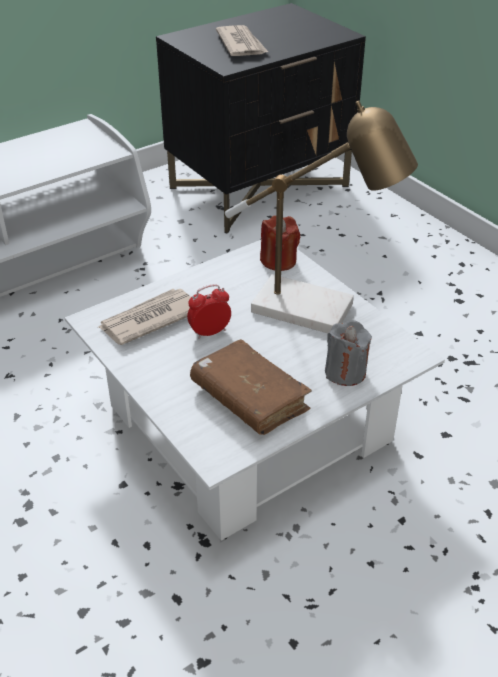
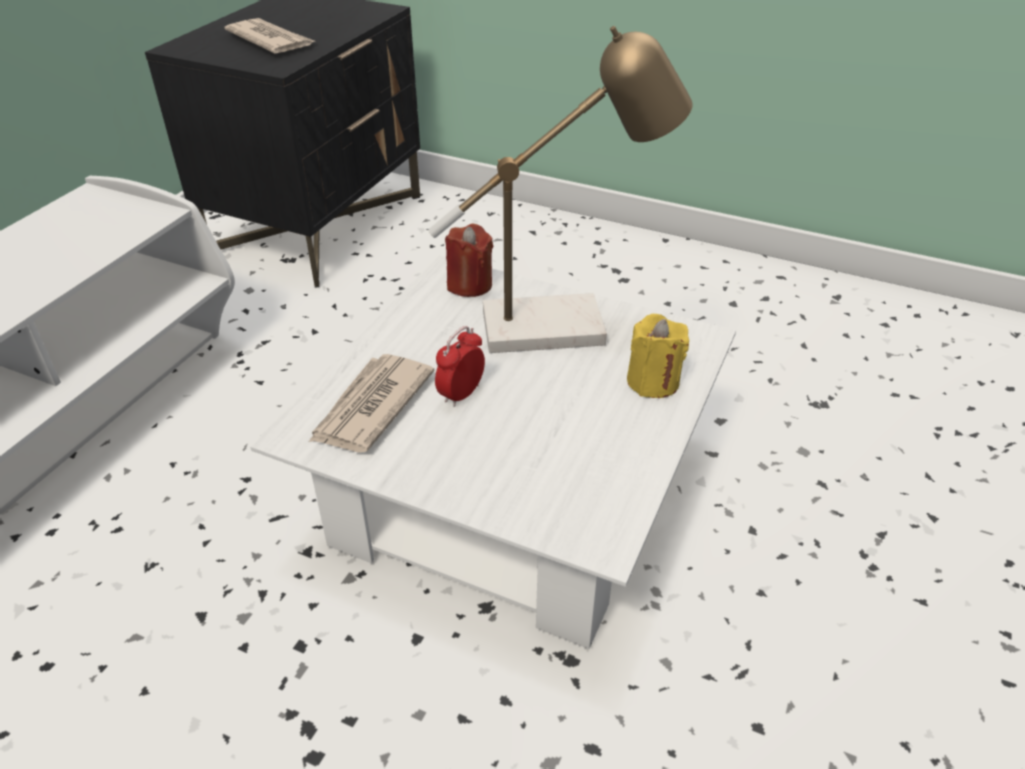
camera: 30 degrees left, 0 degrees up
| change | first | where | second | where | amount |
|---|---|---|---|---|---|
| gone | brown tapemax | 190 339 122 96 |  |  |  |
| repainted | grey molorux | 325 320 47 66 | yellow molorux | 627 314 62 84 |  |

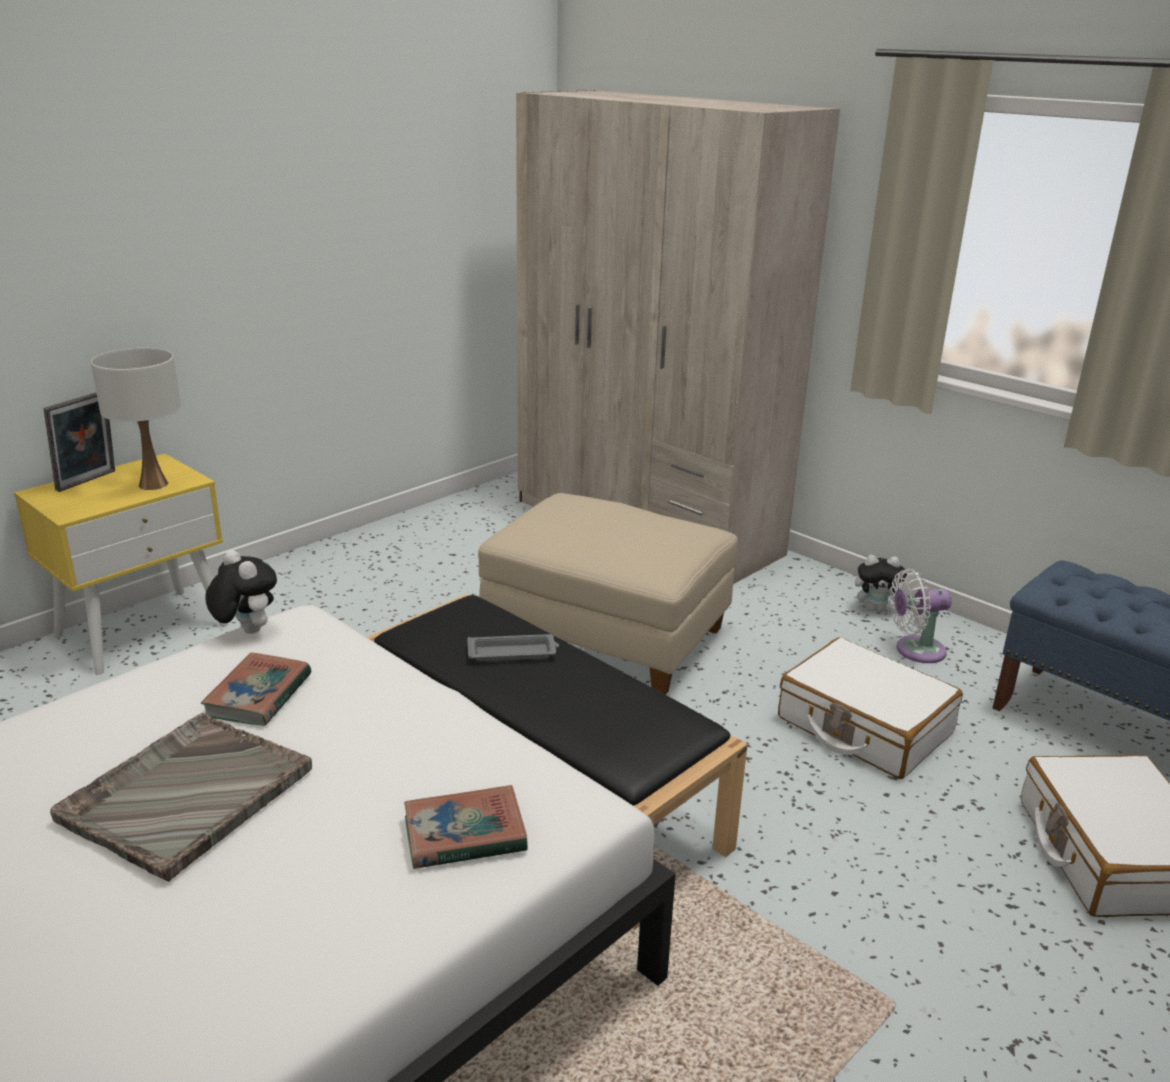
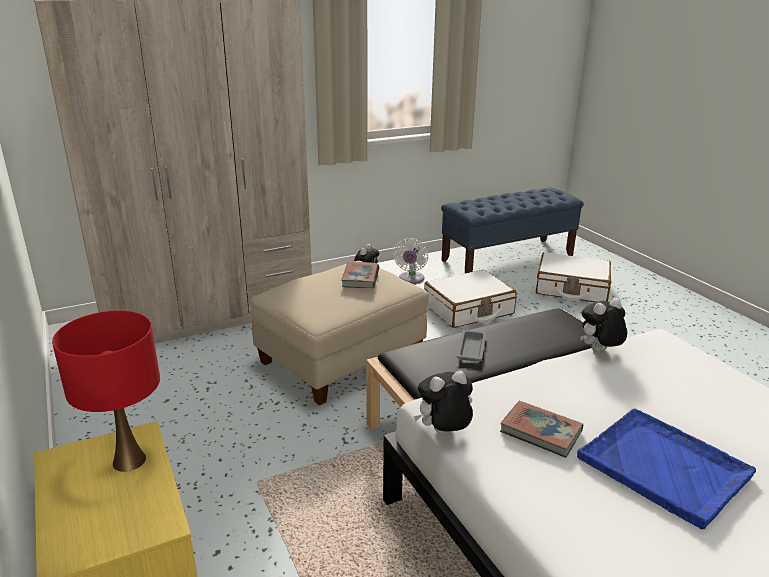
camera: 70 degrees left, 0 degrees up
| change | first | where | second | where | amount |
|---|---|---|---|---|---|
| gone | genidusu | 44 393 71 99 |  |  |  |
| new |  |  | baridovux | 580 298 47 53 |  |
| shifted | tapemax | 404 785 124 84 |  | 341 261 38 27 |  |
| repainted | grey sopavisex | 50 713 262 169 | blue sopavisex | 577 409 179 120 |  |
| repainted | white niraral | 91 348 90 142 | red niraral | 52 311 108 161 |  |

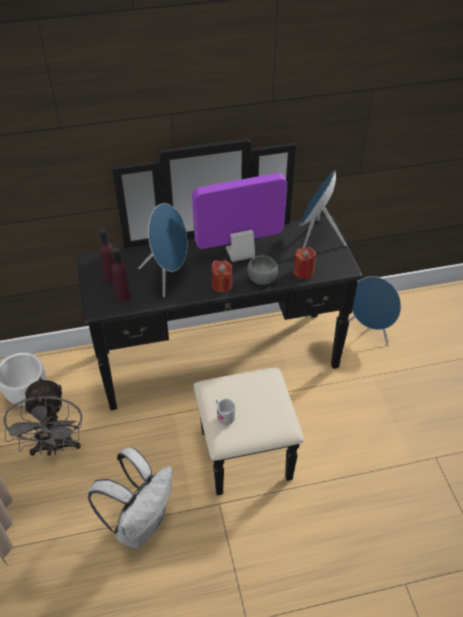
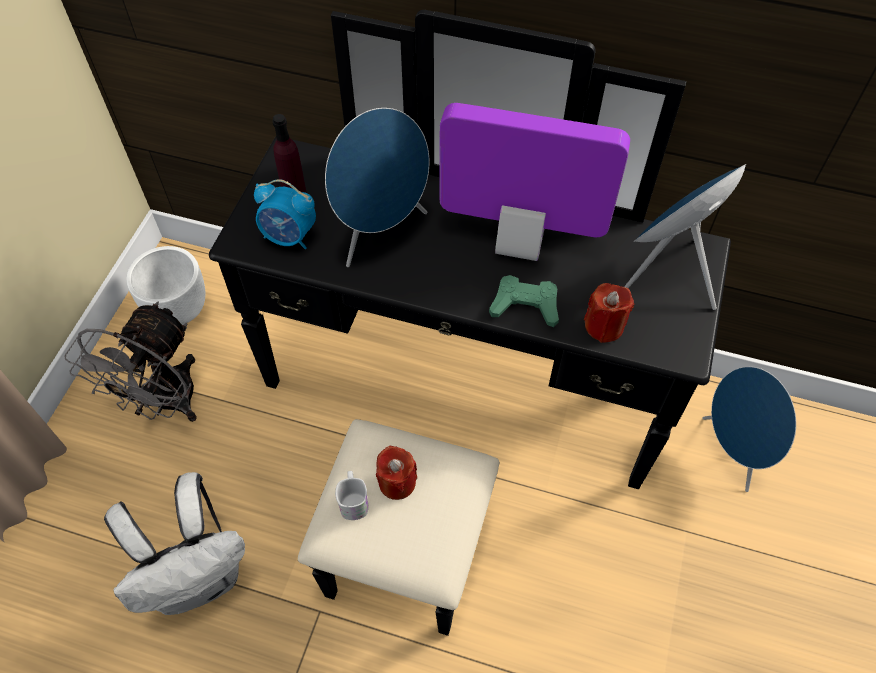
camera: 30 degrees right, 10 degrees up
| change | first | where | second | where | amount |
|---|---|---|---|---|---|
| shifted | red molorux | 211 260 21 33 |  | 376 446 41 54 |  |
| swapped | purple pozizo | 111 247 19 54 | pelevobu | 254 179 62 70 |  |
| swapped | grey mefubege | 247 255 31 30 | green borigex | 489 275 70 52 |  |

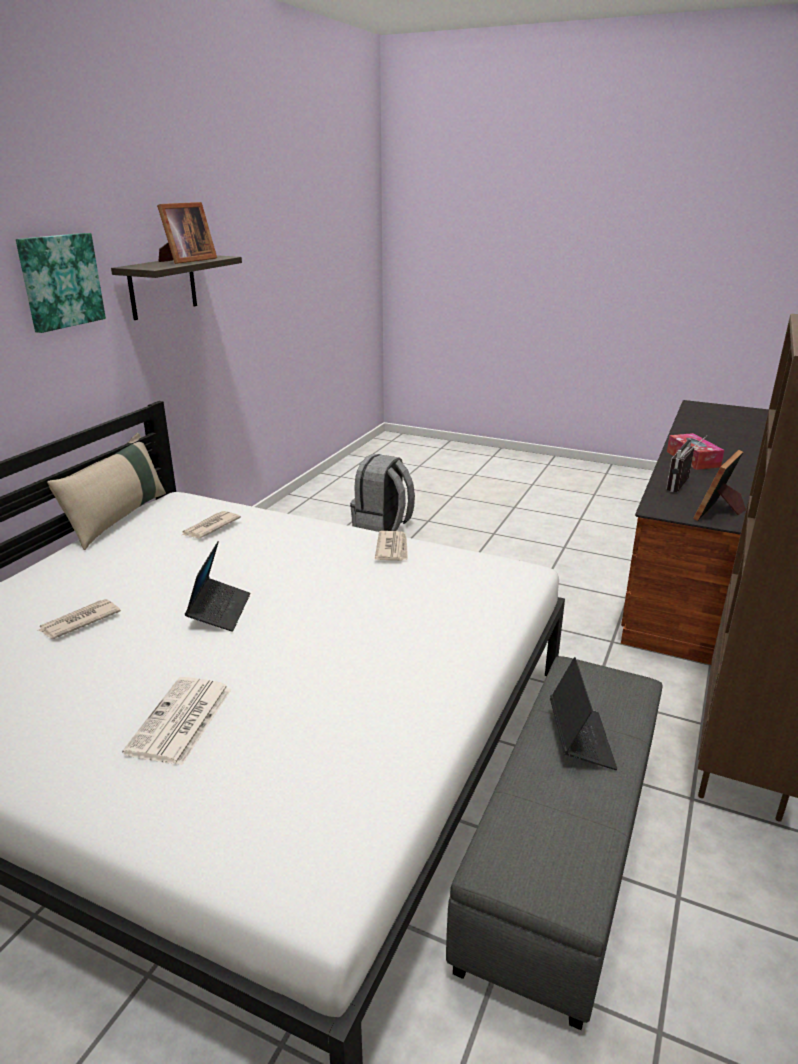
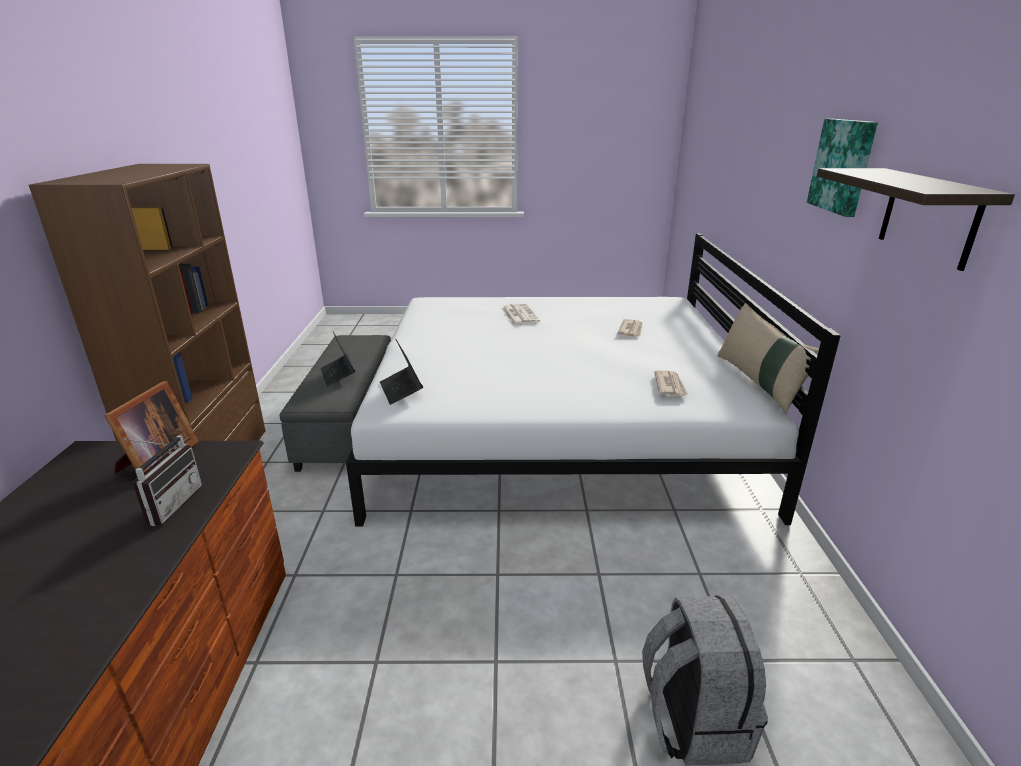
camera: 155 degrees right, 0 degrees up
| change | first | where | second | where | amount |
|---|---|---|---|---|---|
| gone | genidusu | 157 202 60 62 |  |  |  |
| gone | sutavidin | 375 531 33 30 |  |  |  |
| gone | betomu | 667 433 57 37 |  |  |  |
| shifted | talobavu | 185 541 65 91 |  | 380 340 43 65 |  |

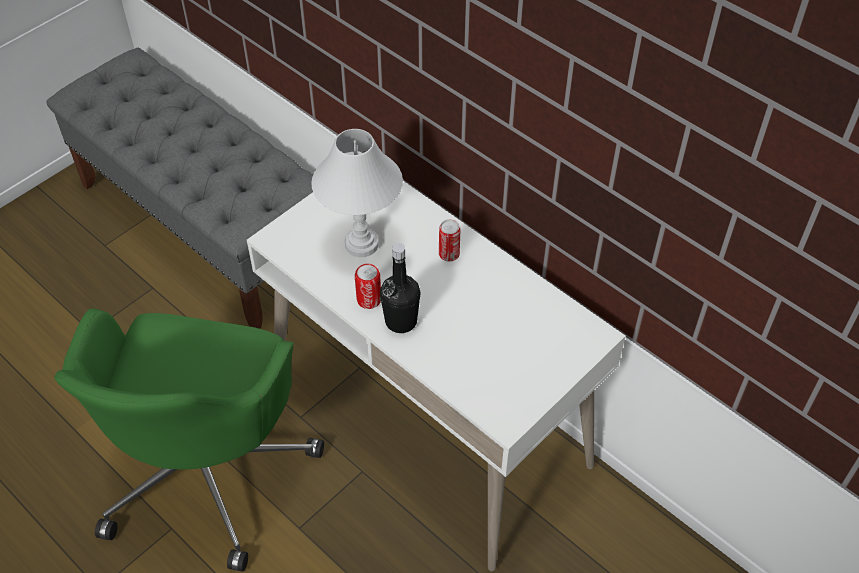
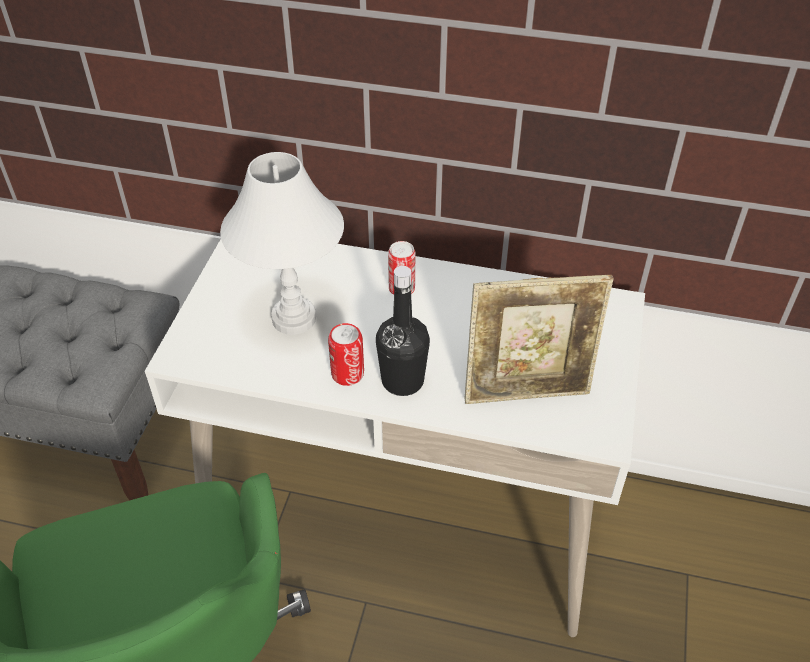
camera: 30 degrees left, 5 degrees down
| change | first | where | second | where | amount |
|---|---|---|---|---|---|
| new |  |  | genidusu | 464 275 149 129 |  |

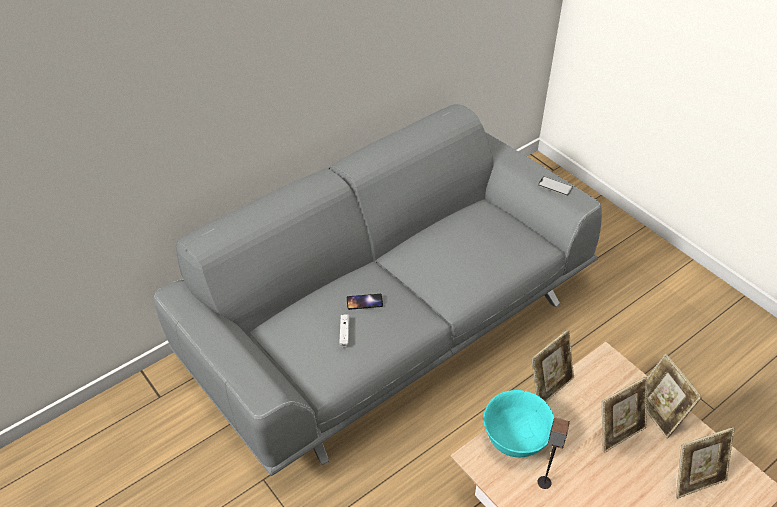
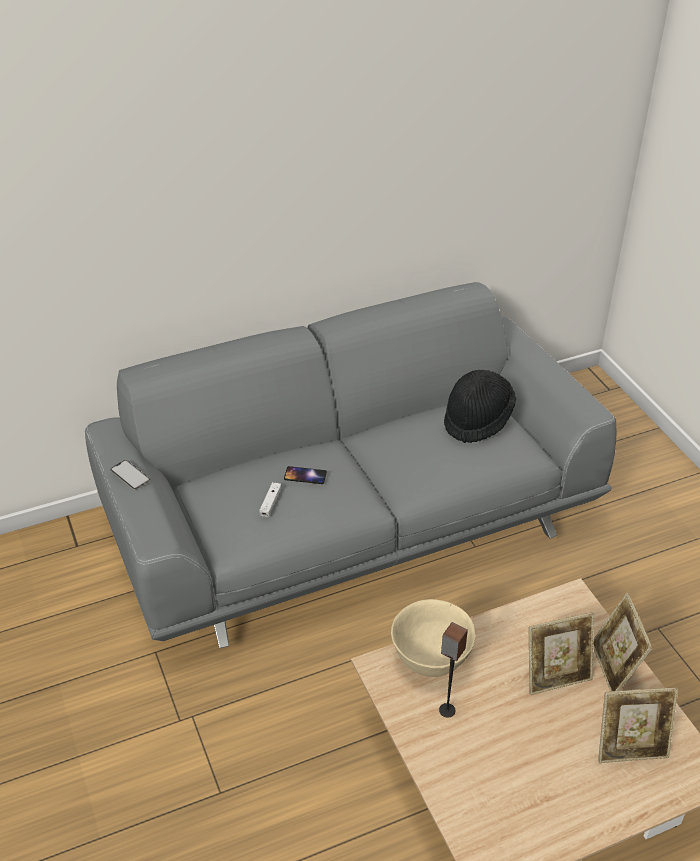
camera: 15 degrees right, 5 degrees down
| change | first | where | second | where | amount |
|---|---|---|---|---|---|
| gone | genidusu | 531 329 43 73 |  |  |  |
| new |  |  | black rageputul | 444 370 72 73 |  |
| shifted | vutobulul | 538 176 35 20 |  | 110 460 40 30 |  |
| repainted | turquoise mefubege | 483 390 71 68 | beige mefubege | 391 599 84 78 |  |

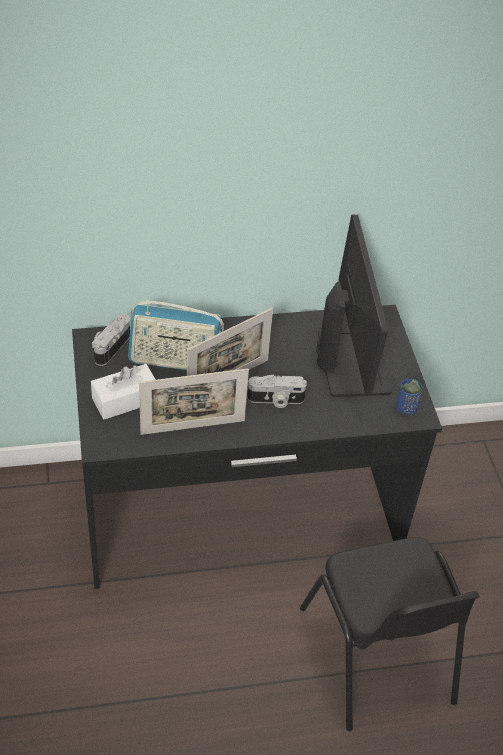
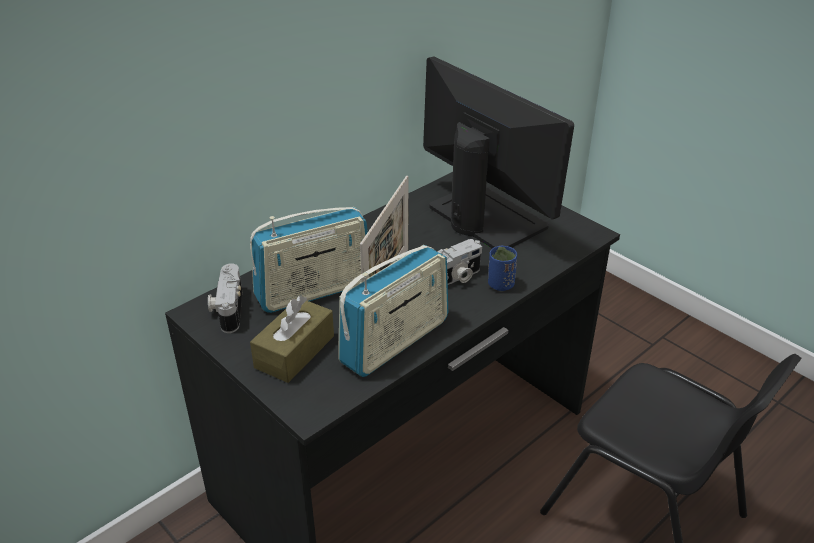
camera: 30 degrees left, 10 degrees down
| change | first | where | second | where | amount |
|---|---|---|---|---|---|
| shifted | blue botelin | 396 379 27 35 |  | 488 246 29 45 |  |
| swapped | genidusu | 139 368 110 67 | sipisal | 339 245 109 132 |  |
| repainted | white betomu | 91 364 65 55 | brown betomu | 250 295 84 88 |  |

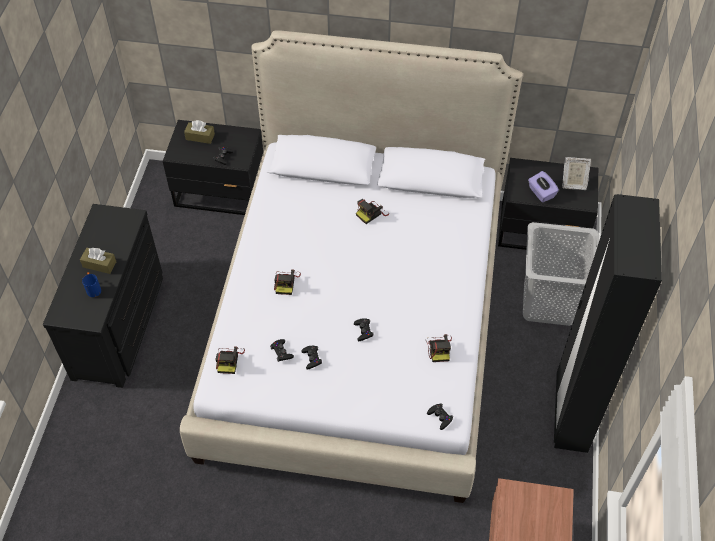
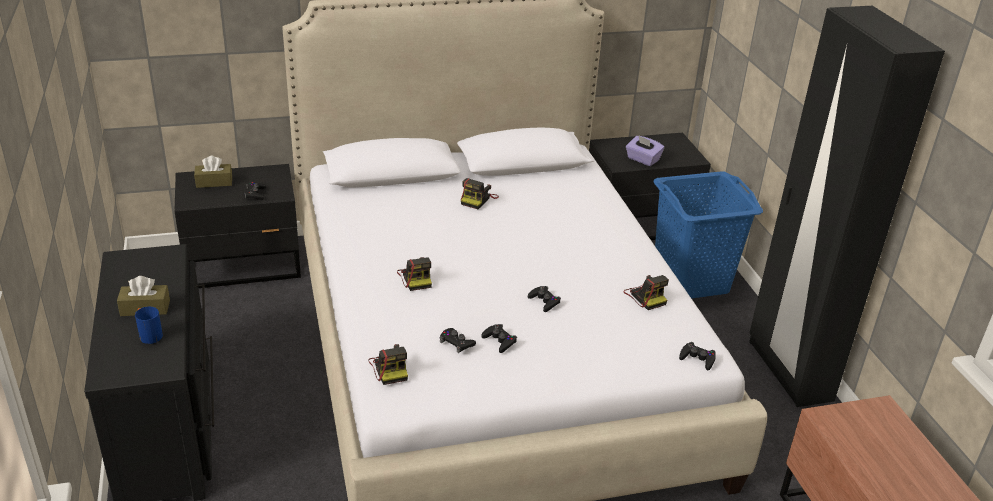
camera: 25 degrees left, 20 degrees down
| change | first | where | second | where | amount |
|---|---|---|---|---|---|
| gone | genidusu | 562 157 29 33 |  |  |  |
| repainted | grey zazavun | 523 222 76 104 | blue zazavun | 654 171 109 128 |  |

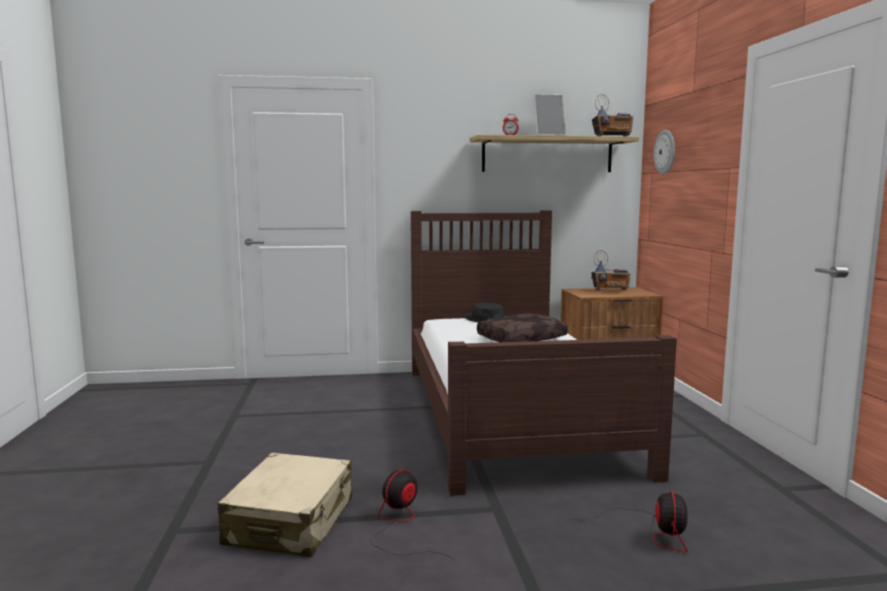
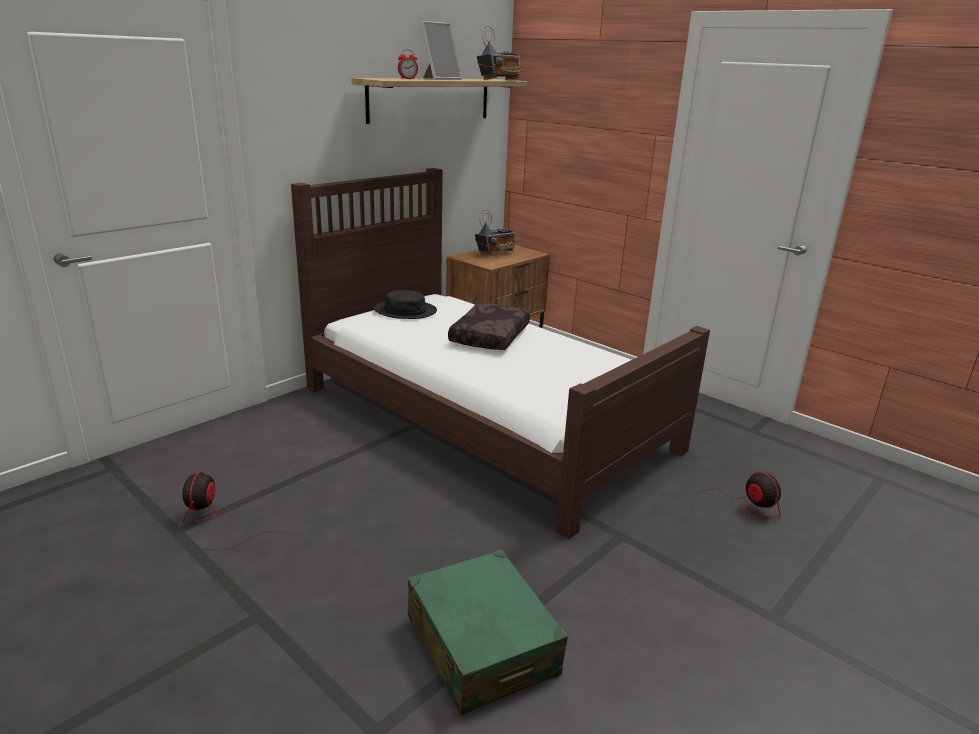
camera: 40 degrees left, 15 degrees up
| change | first | where | second | where | amount |
|---|---|---|---|---|---|
| gone | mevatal | 654 130 21 44 |  |  |  |
| shifted | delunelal | 370 470 84 89 |  | 182 472 92 78 |  |
| repainted | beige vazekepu | 218 453 134 104 | green vazekepu | 408 550 160 166 |  |

